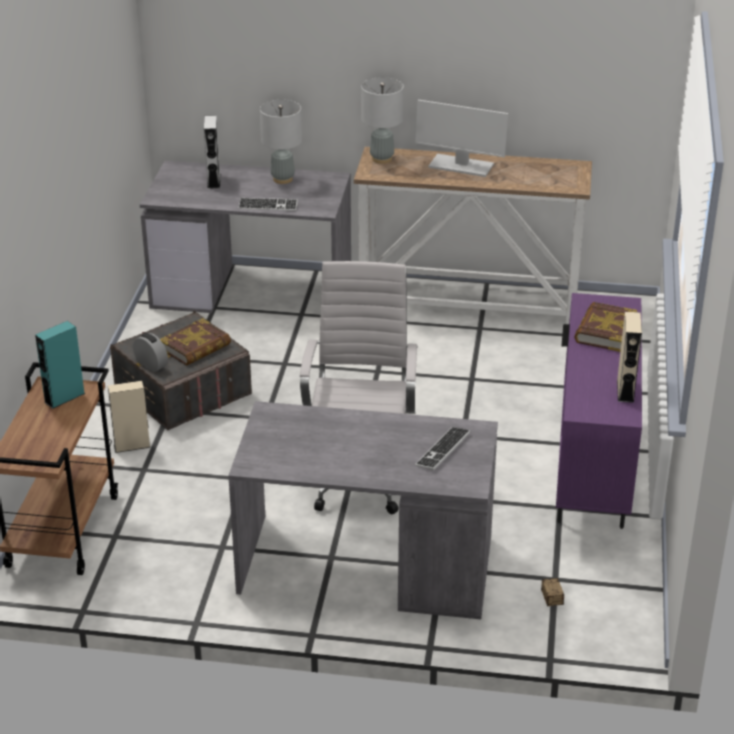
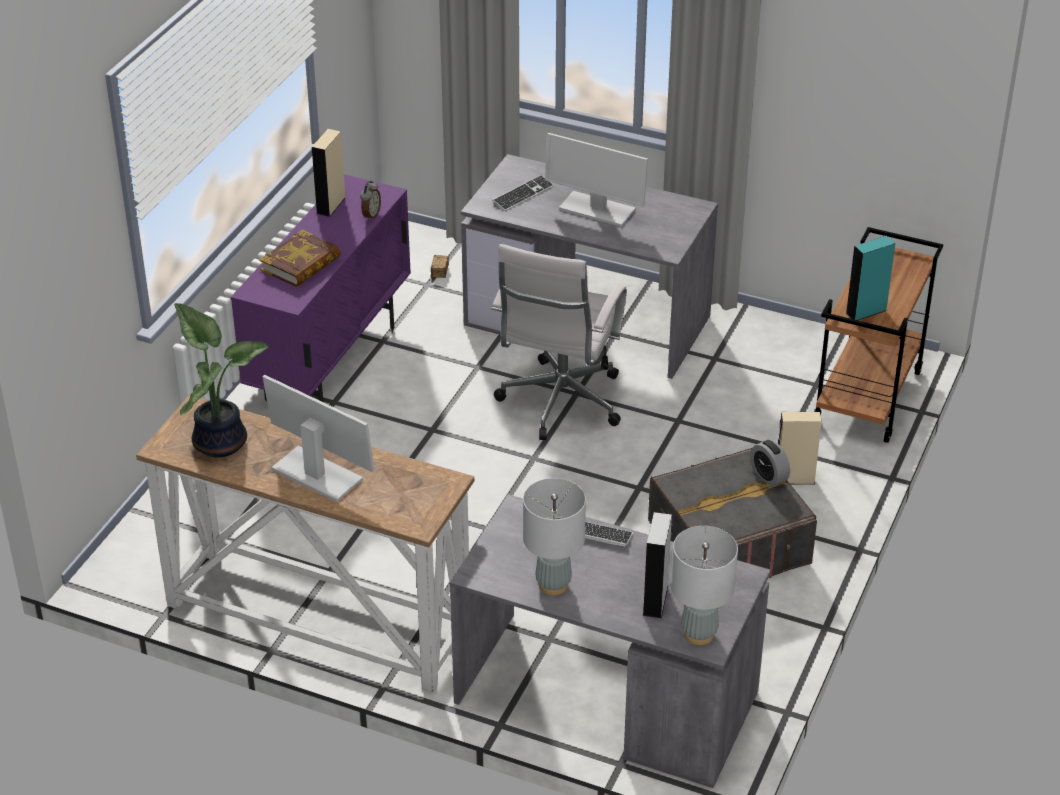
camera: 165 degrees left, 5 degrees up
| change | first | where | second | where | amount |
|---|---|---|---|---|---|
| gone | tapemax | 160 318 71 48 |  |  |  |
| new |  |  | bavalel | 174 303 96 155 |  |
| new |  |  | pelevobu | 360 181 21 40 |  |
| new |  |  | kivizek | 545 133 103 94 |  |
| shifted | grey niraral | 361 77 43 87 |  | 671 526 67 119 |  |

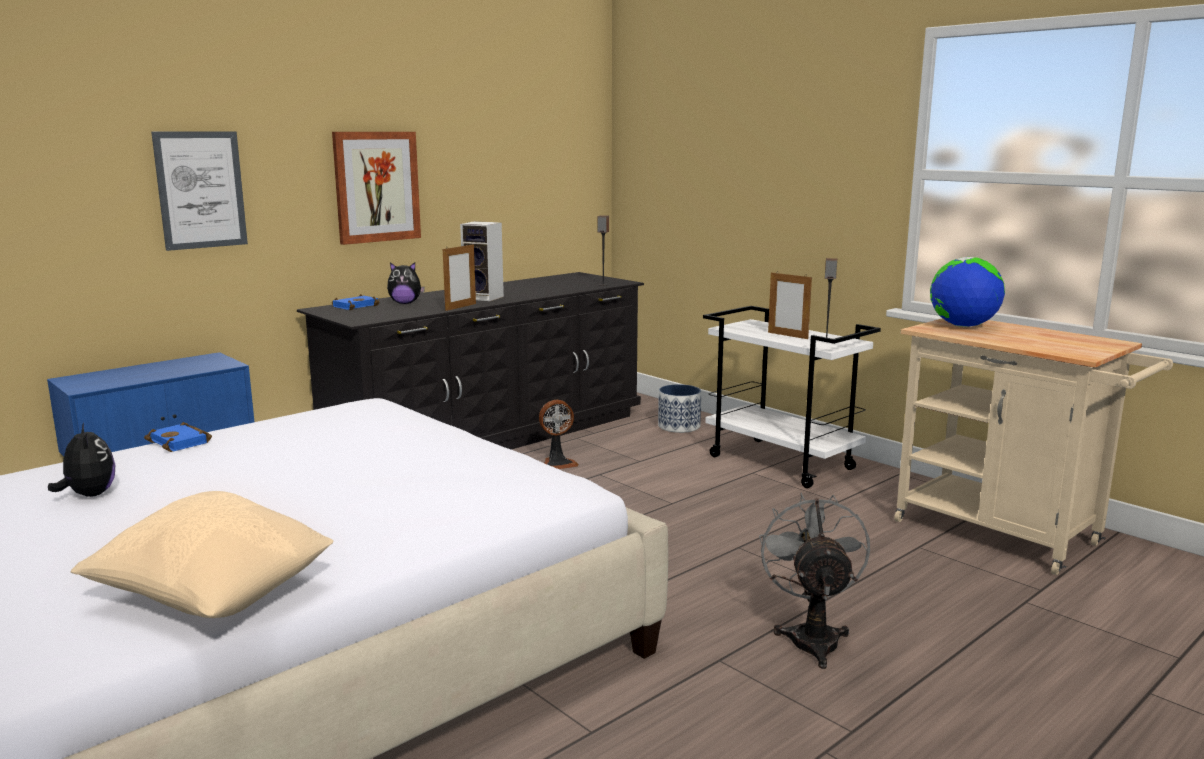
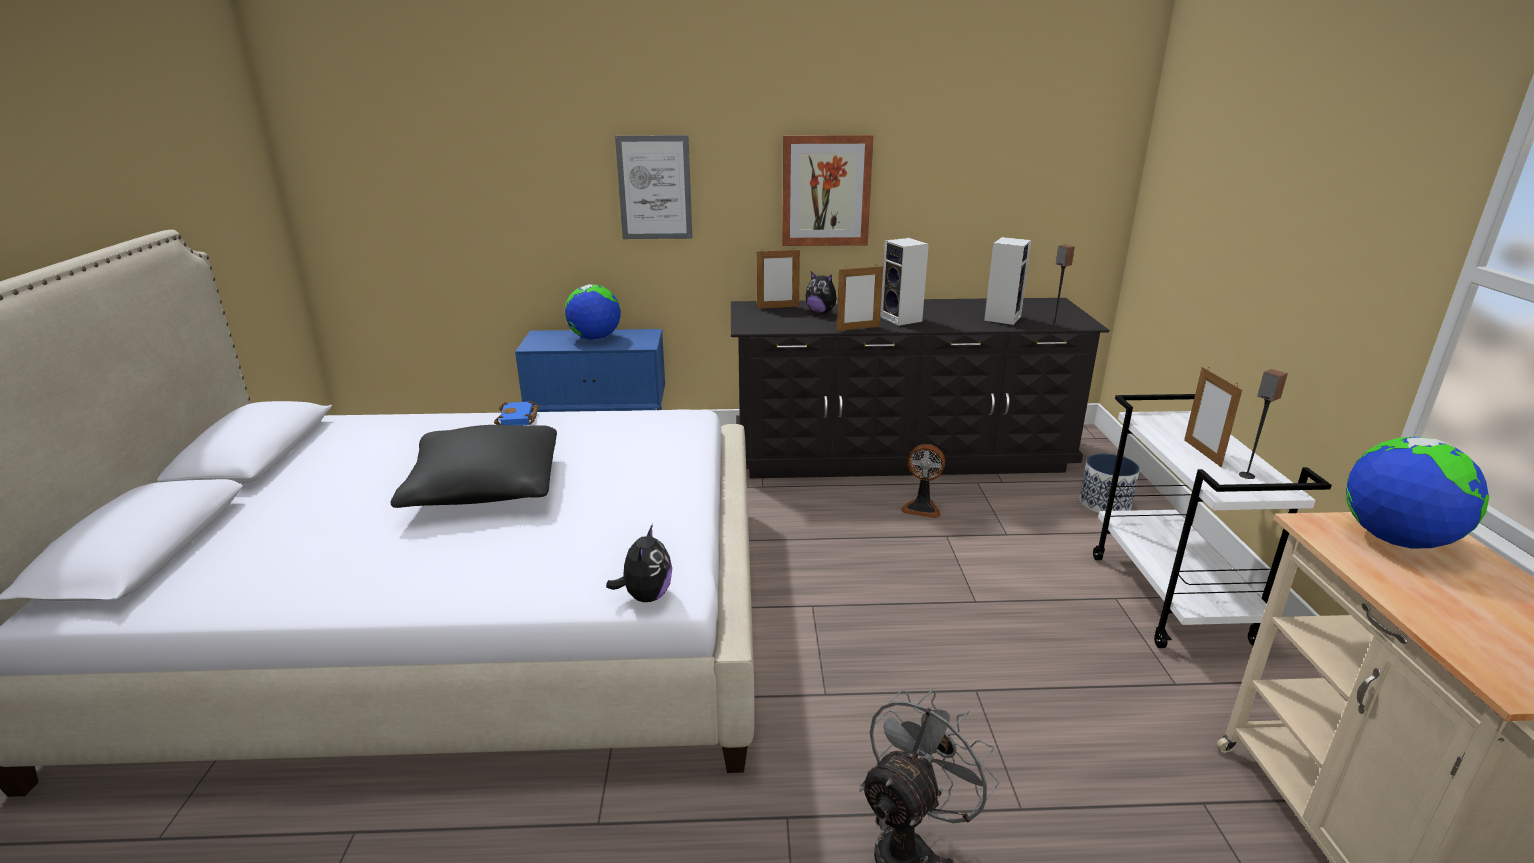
camera: 40 degrees right, 10 degrees up
| change | first | where | second | where | amount |
|---|---|---|---|---|---|
| gone | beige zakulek | 71 491 263 127 |  |  |  |
| new |  |  | black zakulek | 390 425 167 83 |  |
| new |  |  | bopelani | 565 284 56 56 |  |
| new |  |  | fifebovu | 984 237 47 88 |  |
| shifted | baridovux | 48 423 67 74 |  | 606 524 66 78 |  |
| swapped | blue tapemax | 332 294 47 16 | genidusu | 757 248 43 61 |  |

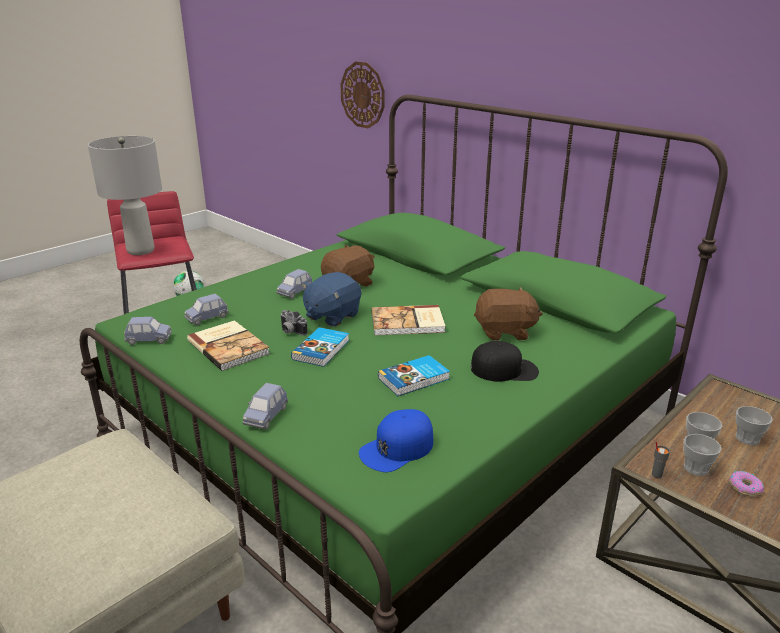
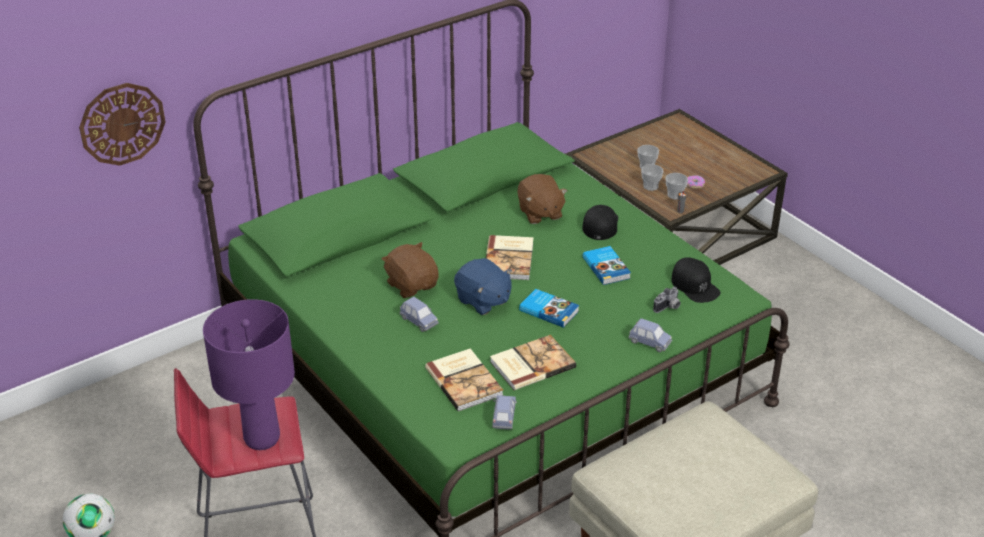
camera: 80 degrees left, 10 degrees up
| change | first | where | second | where | amount |
|---|---|---|---|---|---|
| shifted | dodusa | 280 310 28 26 |  | 653 287 28 26 |  |
| swapped | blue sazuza | 184 294 45 32 | tapemax | 425 349 78 62 |  |
| repainted | grey niraral | 88 136 74 119 | purple niraral | 203 299 92 151 |  |
| repainted | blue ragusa | 359 409 74 63 | black ragusa | 672 257 48 46 |  |
| rotated | brown baridovux | 474 287 69 53 |  | 517 174 51 50 | 150 degrees clockwise |

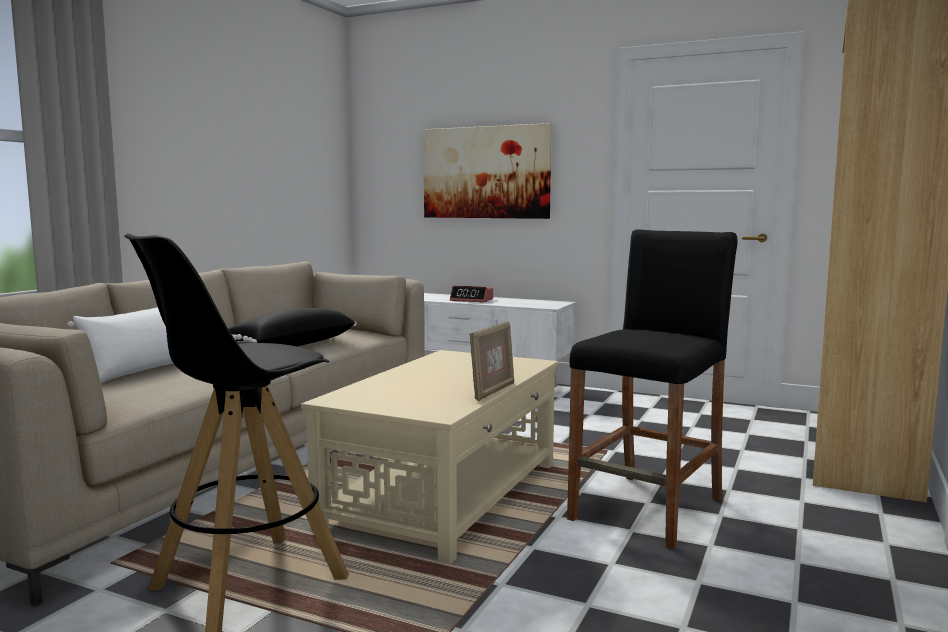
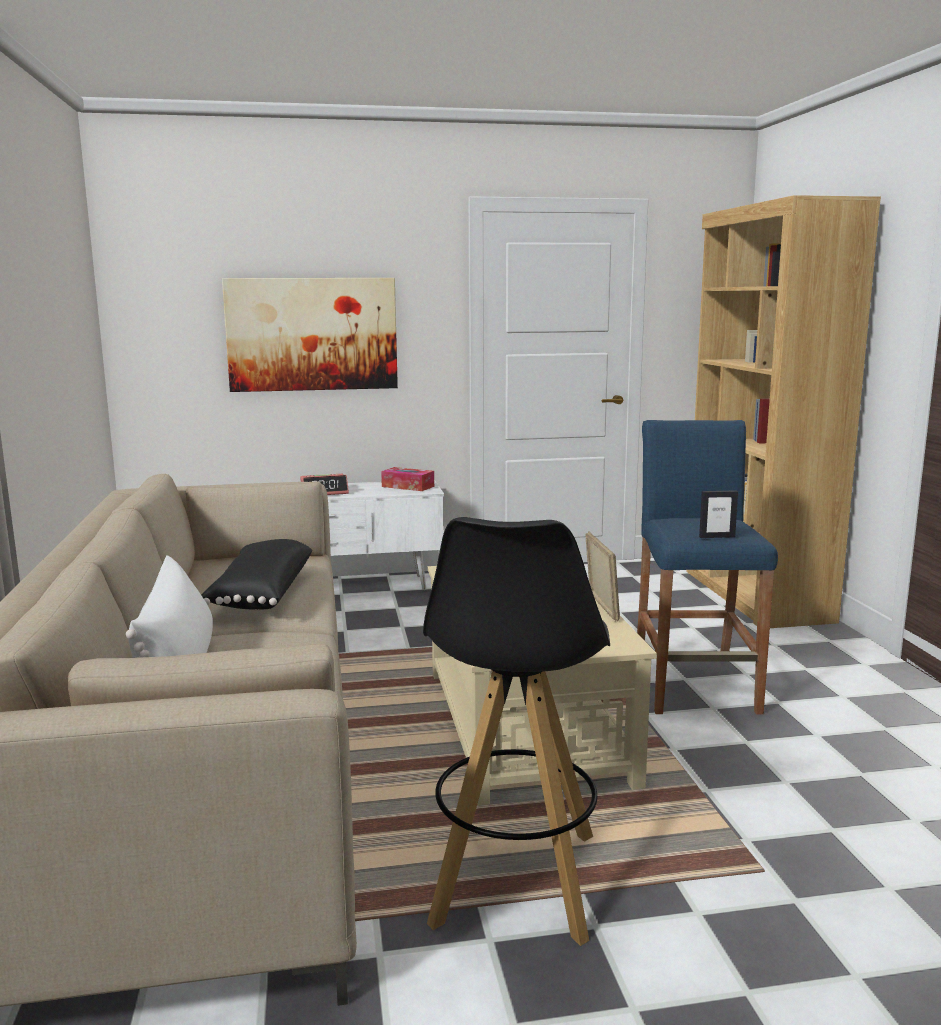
camera: 35 degrees left, 5 degrees up
| change | first | where | second | where | amount |
|---|---|---|---|---|---|
| new |  |  | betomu | 381 467 53 24 |  |
| new |  |  | genidusu | 699 490 39 48 |  |
| repainted | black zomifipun | 567 230 170 319 | blue zomifipun | 637 420 141 295 |  |

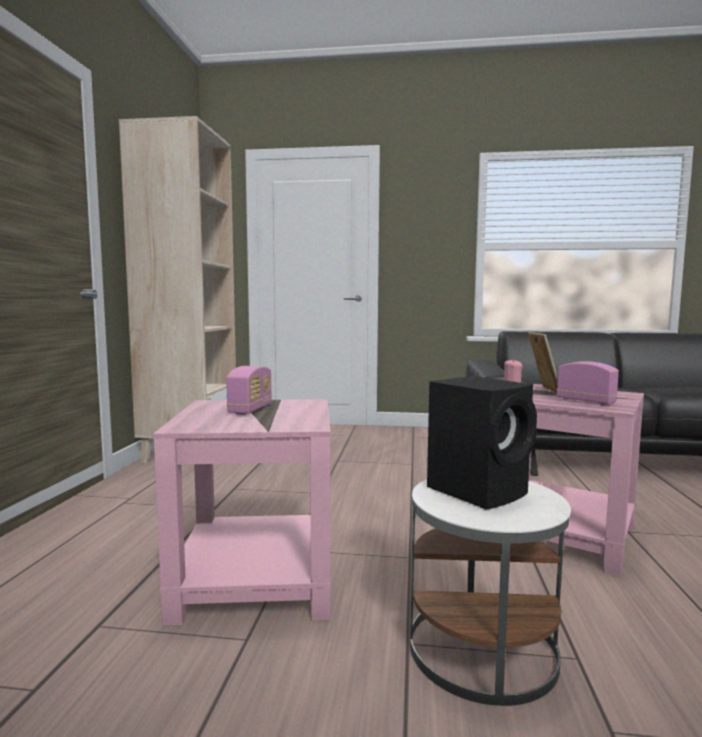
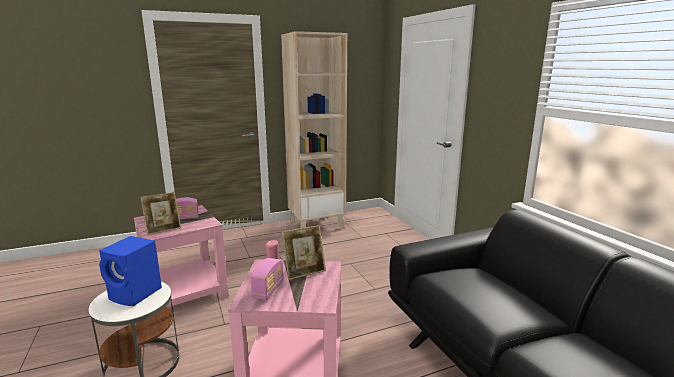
camera: 60 degrees right, 10 degrees up
| change | first | where | second | where | amount |
|---|---|---|---|---|---|
| new |  |  | genidusu | 140 192 41 43 |  |
| repainted | black fifebovu | 427 376 110 134 | blue fifebovu | 99 236 63 70 |  |

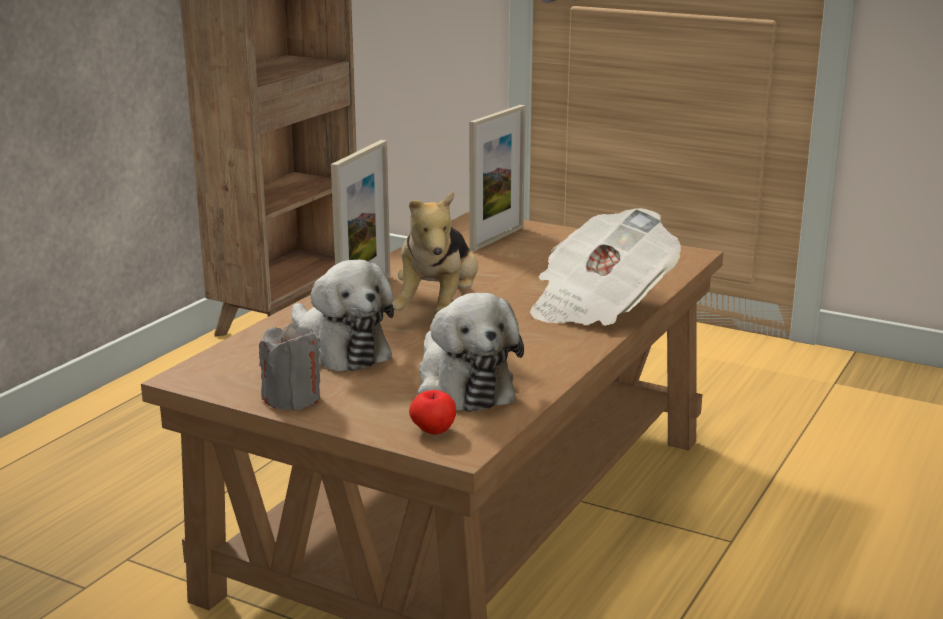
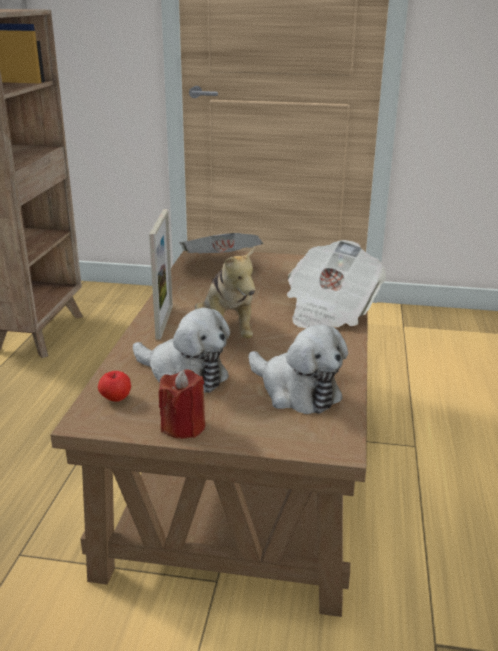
camera: 20 degrees left, 5 degrees up
| change | first | where | second | where | amount |
|---|---|---|---|---|---|
| shifted | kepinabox | 409 390 47 45 |  | 98 371 33 31 |  |
| swapped | genidusu | 469 105 56 146 | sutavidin | 179 233 84 20 |  |
| repainted | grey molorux | 259 322 62 89 | red molorux | 159 370 46 69 |  |

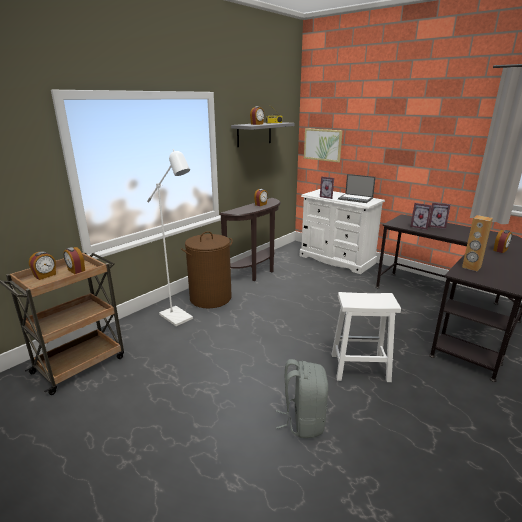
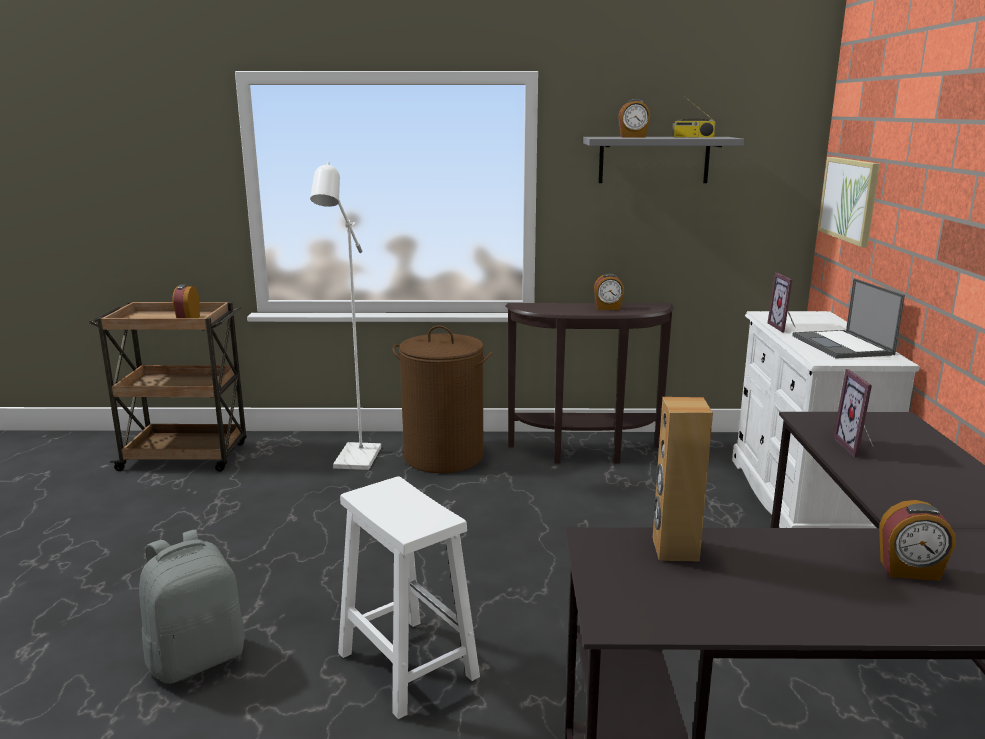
camera: 50 degrees right, 5 degrees down
| change | first | where | second | where | amount |
|---|---|---|---|---|---|
| gone | pelevobu | 29 252 27 28 |  |  |  |
| gone | genidusu | 428 203 23 26 |  |  |  |

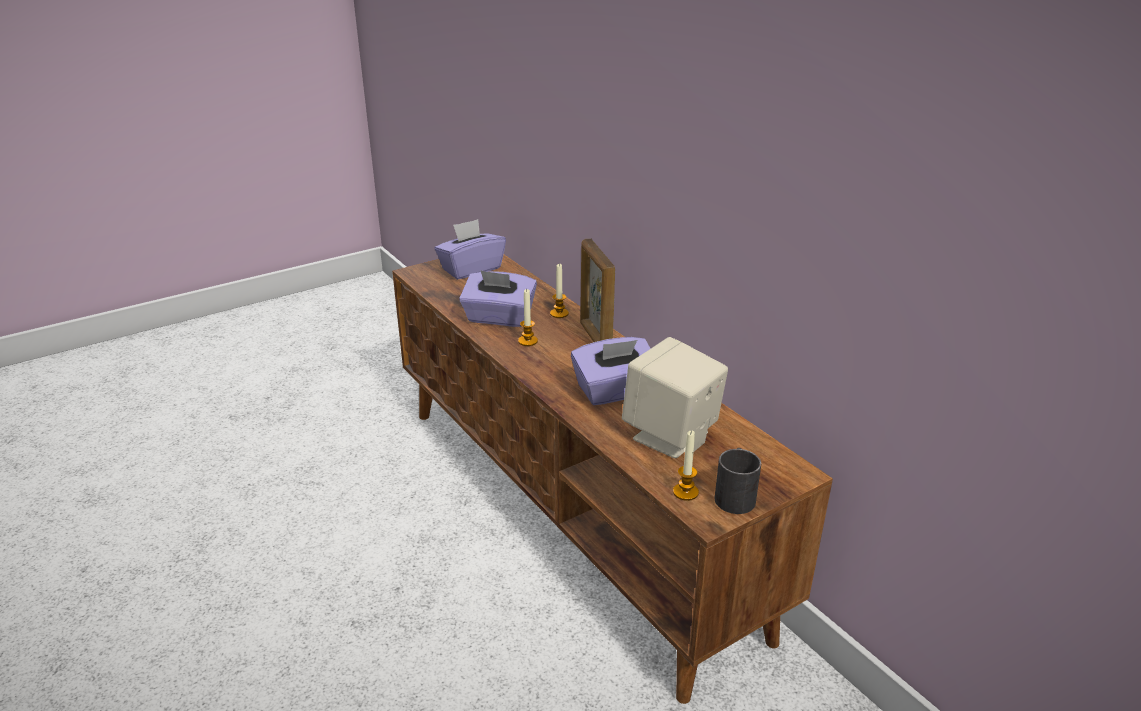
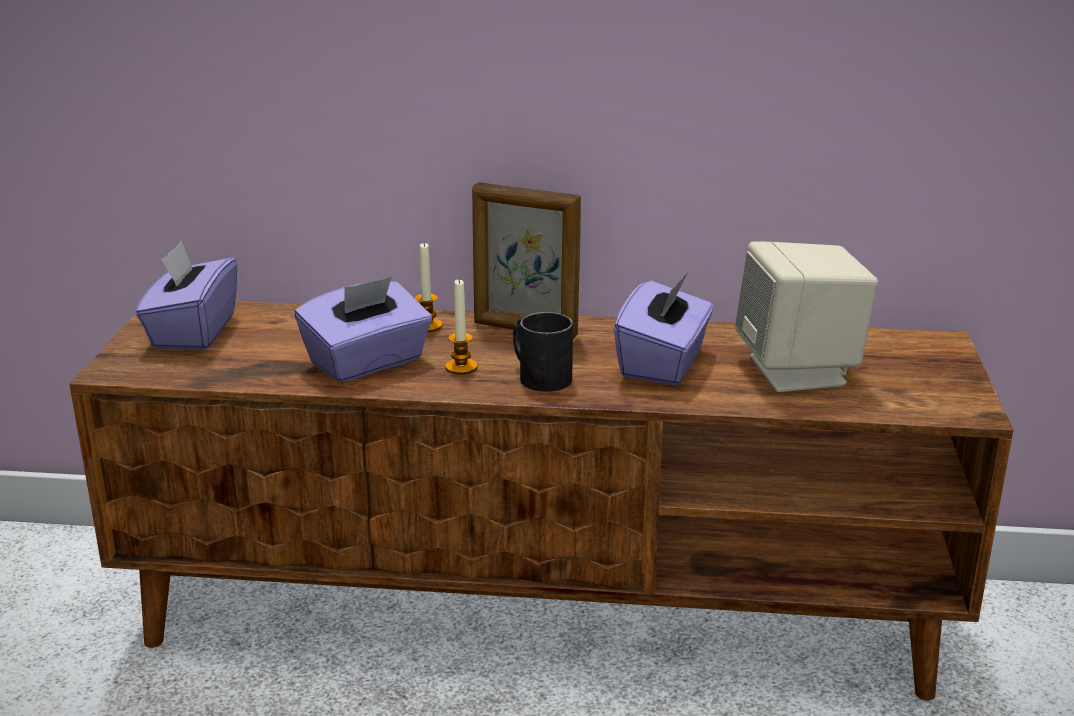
camera: 50 degrees left, 5 degrees down
| change | first | where | second | where | amount |
|---|---|---|---|---|---|
| gone | molorux | 673 430 26 71 |  |  |  |
| shifted | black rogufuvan | 714 448 47 66 |  | 513 312 60 80 |  |

